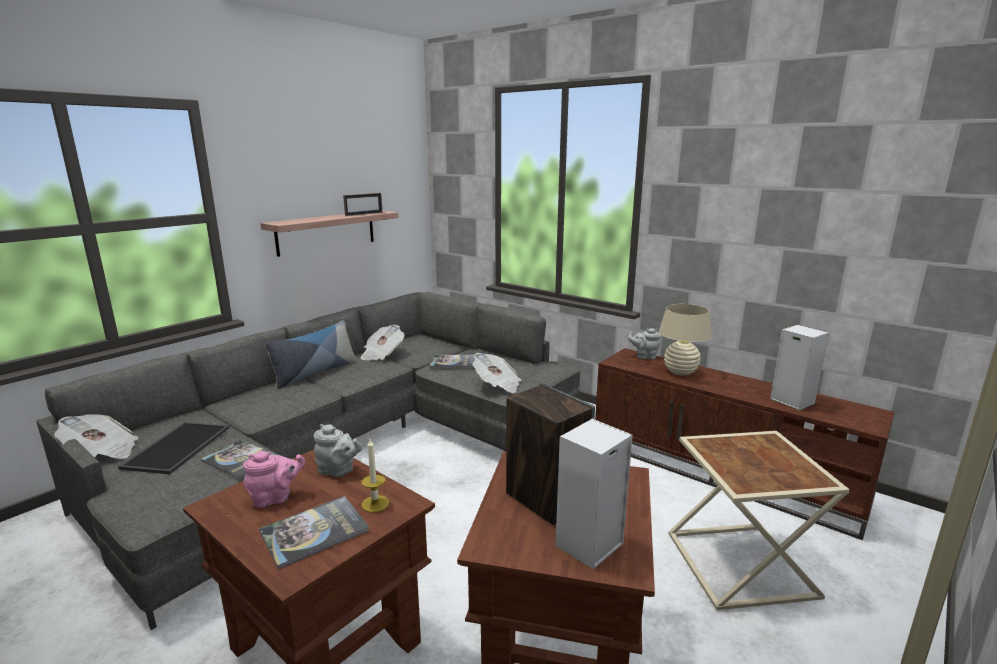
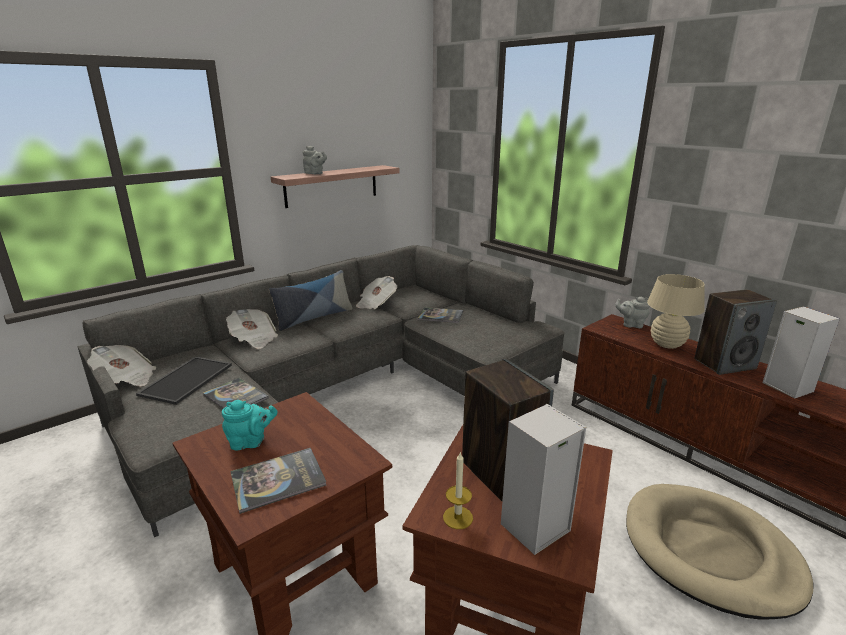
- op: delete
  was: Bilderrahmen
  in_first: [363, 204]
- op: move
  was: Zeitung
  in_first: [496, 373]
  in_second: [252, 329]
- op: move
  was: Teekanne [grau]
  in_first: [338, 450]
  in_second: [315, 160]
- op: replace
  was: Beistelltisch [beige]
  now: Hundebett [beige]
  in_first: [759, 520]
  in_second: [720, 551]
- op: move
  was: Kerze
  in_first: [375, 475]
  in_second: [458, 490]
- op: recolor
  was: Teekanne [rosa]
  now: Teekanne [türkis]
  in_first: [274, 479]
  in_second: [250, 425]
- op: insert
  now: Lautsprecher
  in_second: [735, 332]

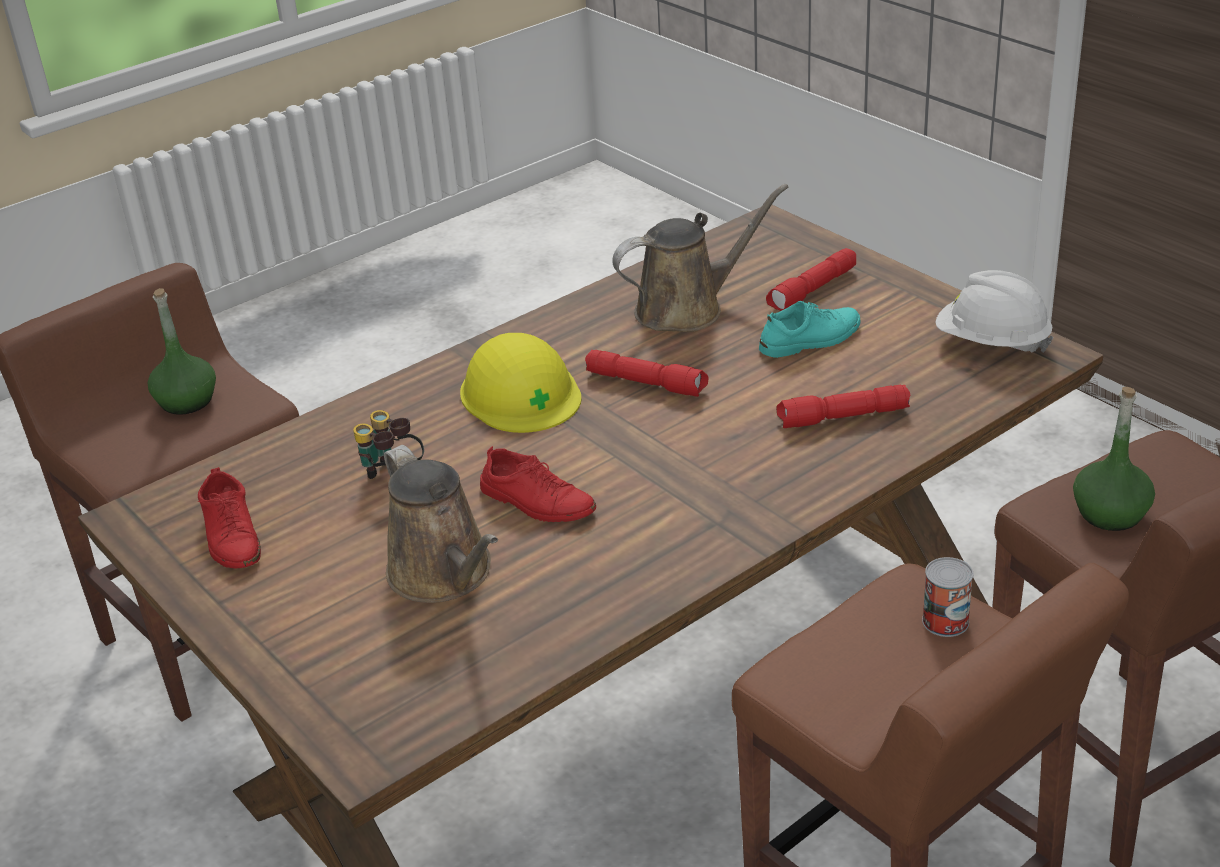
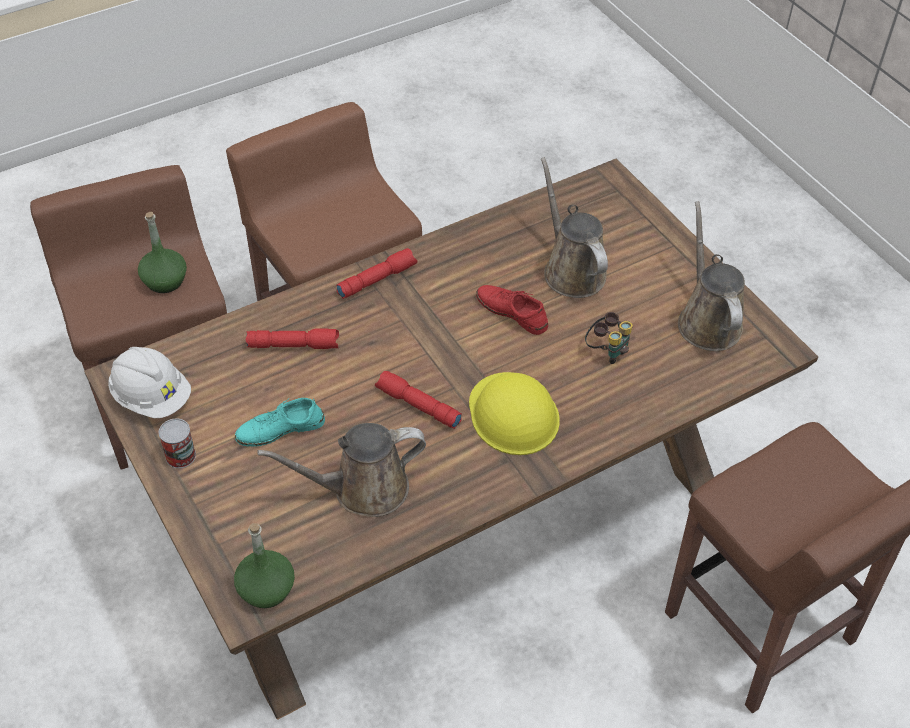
- op: move
  was: Taschenlampe [rot]
  in_first: [811, 279]
  in_second: [376, 273]
- op: move
  was: Flasche [grün]
  in_first: [182, 351]
  in_second: [264, 565]
- op: replace
  was: Schuh [rot]
  now: Gießkanne [braun]
  in_first: [229, 517]
  in_second: [711, 276]
- op: move
  was: Dose
  in_first: [947, 597]
  in_second: [177, 443]

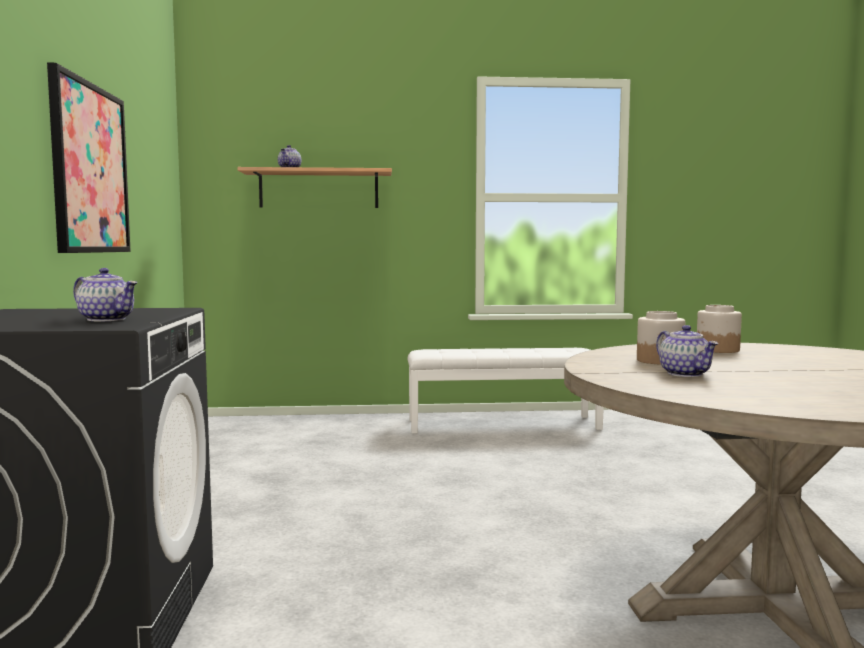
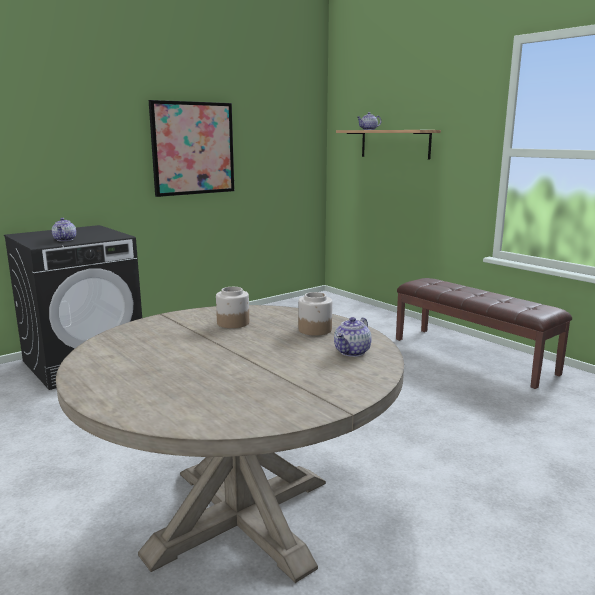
- op: move
  was: Teekanne
  in_first: [687, 351]
  in_second: [352, 337]
- op: recolor
  was: Bank [weiß]
  now: Bank [braun]
  in_first: [506, 391]
  in_second: [484, 333]

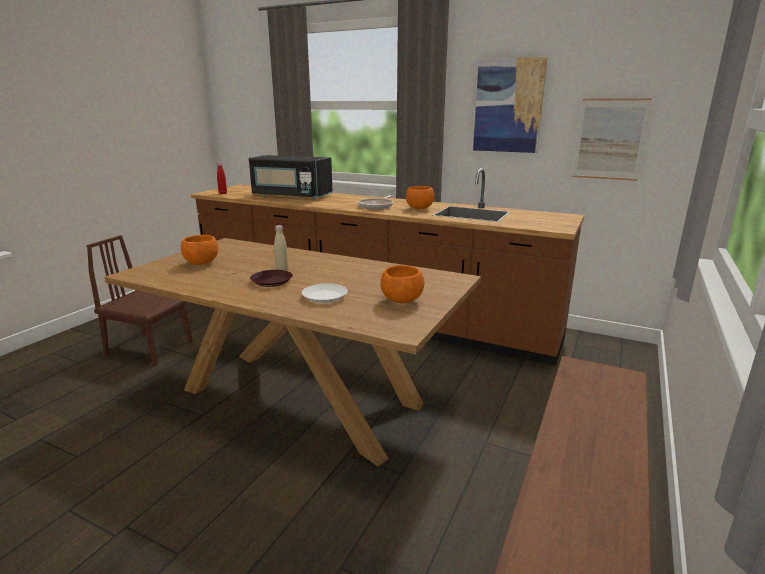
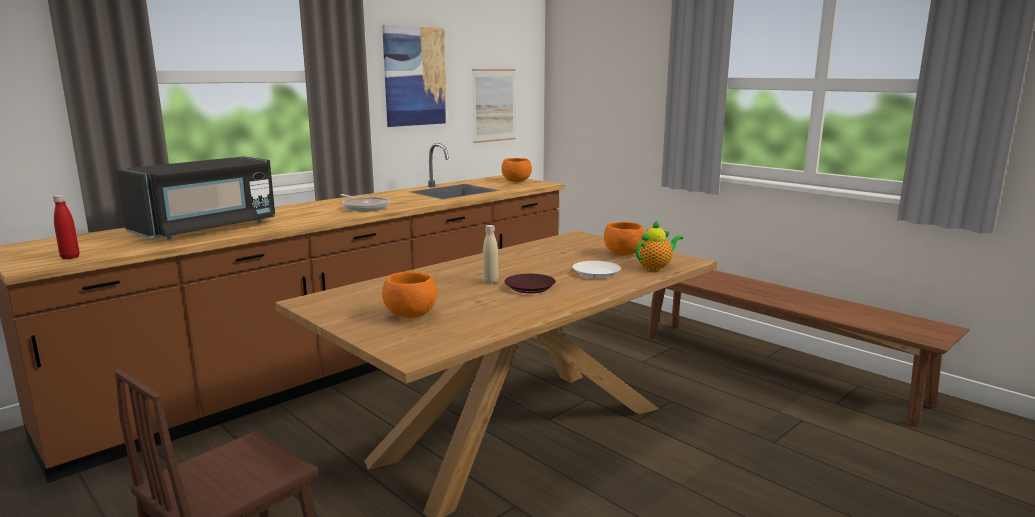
- op: move
  was: Schüssel [orange]
  in_first: [420, 197]
  in_second: [516, 170]
- op: insert
  now: Teekanne
  in_second: [659, 245]

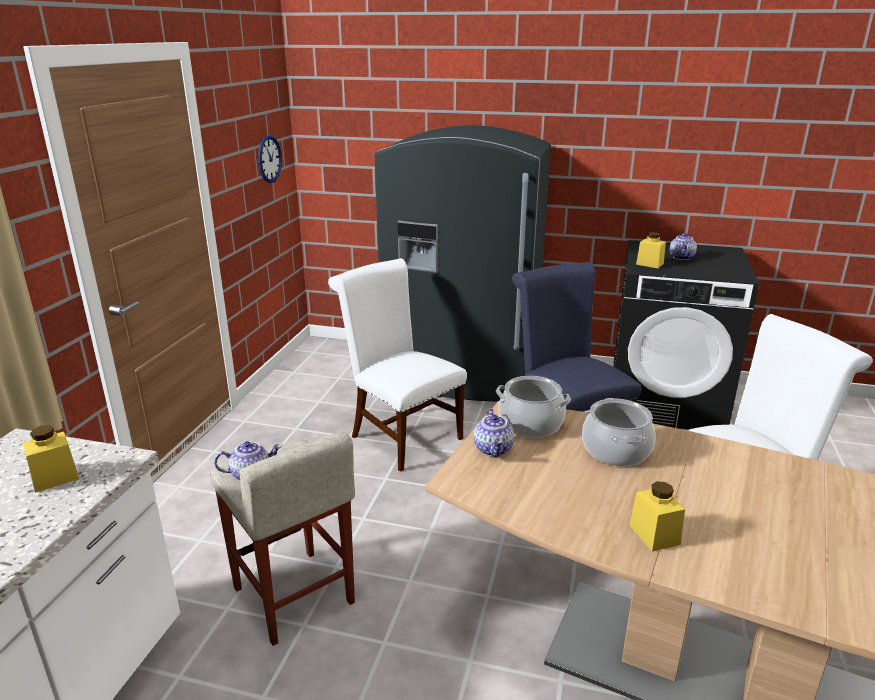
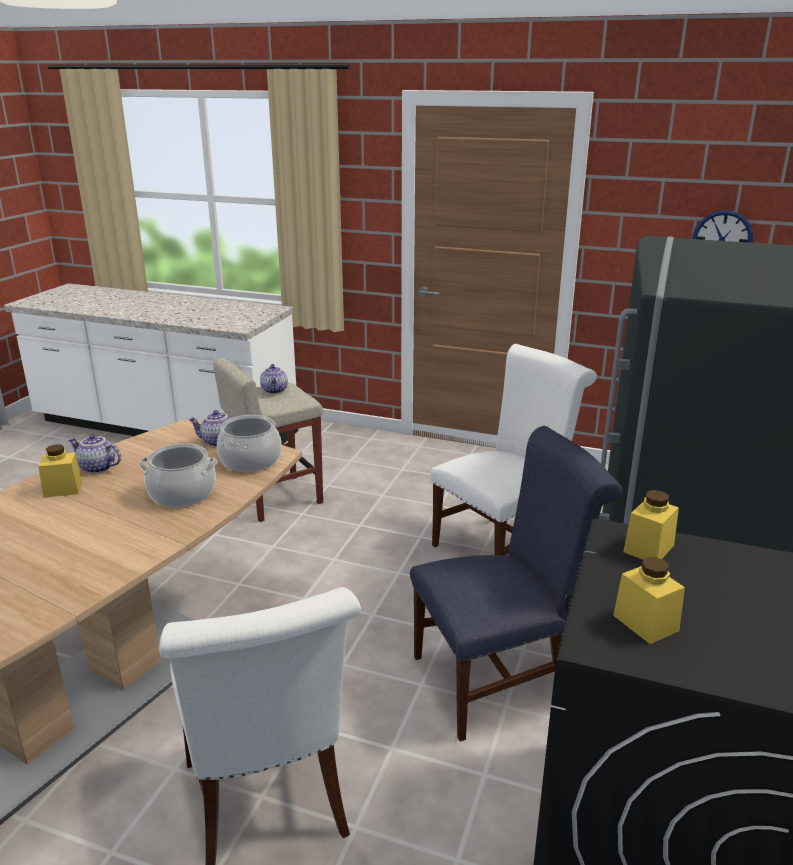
- op: move
  was: Teekanne
  in_first: [683, 246]
  in_second: [94, 454]
- op: move
  was: Vorratsglas [gelb]
  in_first: [51, 459]
  in_second: [649, 600]

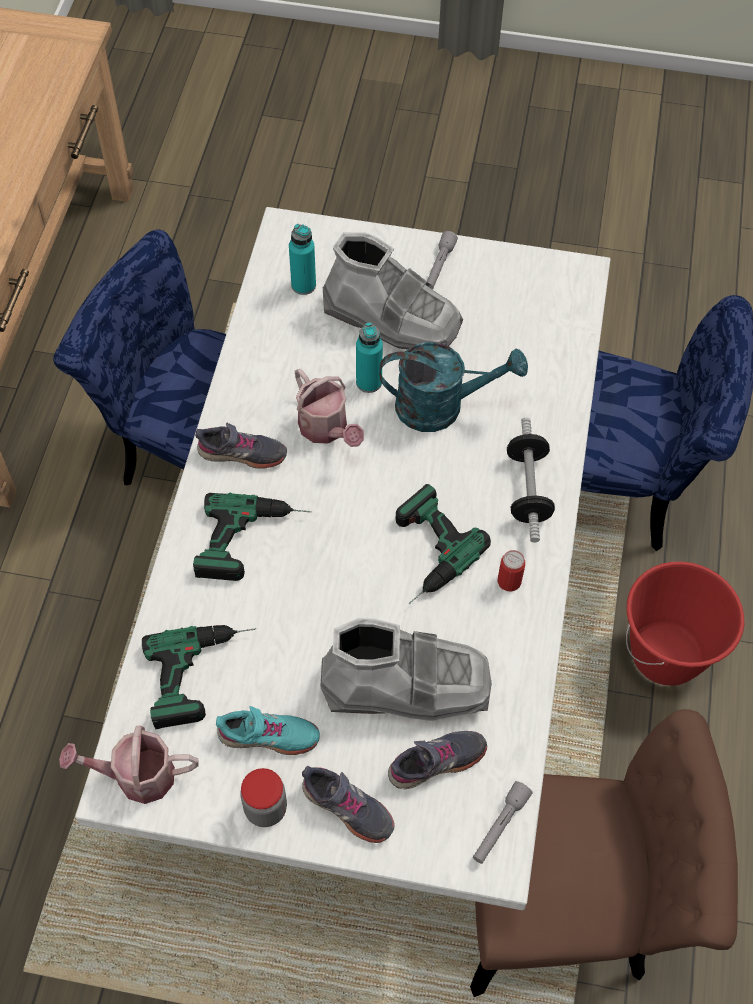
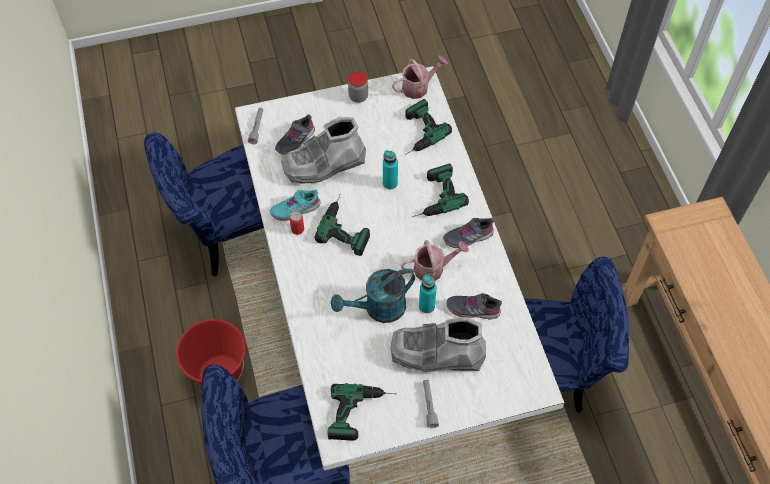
- op: move
  was: Flasche [türkis]
  in_first: [302, 259]
  in_second: [390, 169]
- op: rotate
  was: Gießkanne
  in_first: [329, 408]
  in_second: [435, 260]
  clockwise: 135
- op: delete
  was: Hantel
  in_first: [531, 480]
- op: move
  was: Schuh [türkis]
  in_first: [268, 730]
  in_second: [295, 205]
- op: recolor
  was: Stuhl [braun]
  now: Stuhl [blau]
  in_first: [604, 853]
  in_second: [204, 204]
- op: move
  was: Schuh [grau]
  in_first: [348, 804]
  in_second: [474, 306]
- op: insert
  now: Bohrmaschine
  in_second: [361, 412]

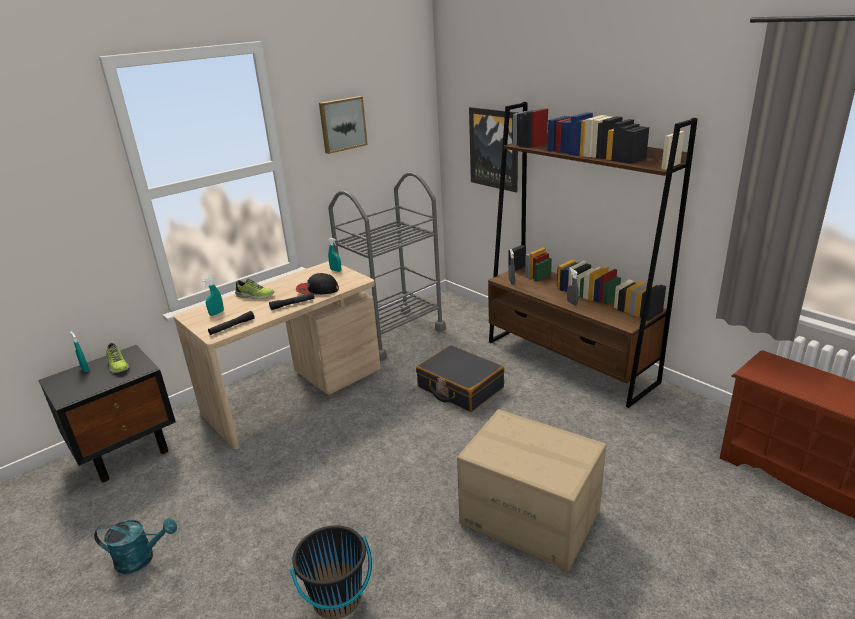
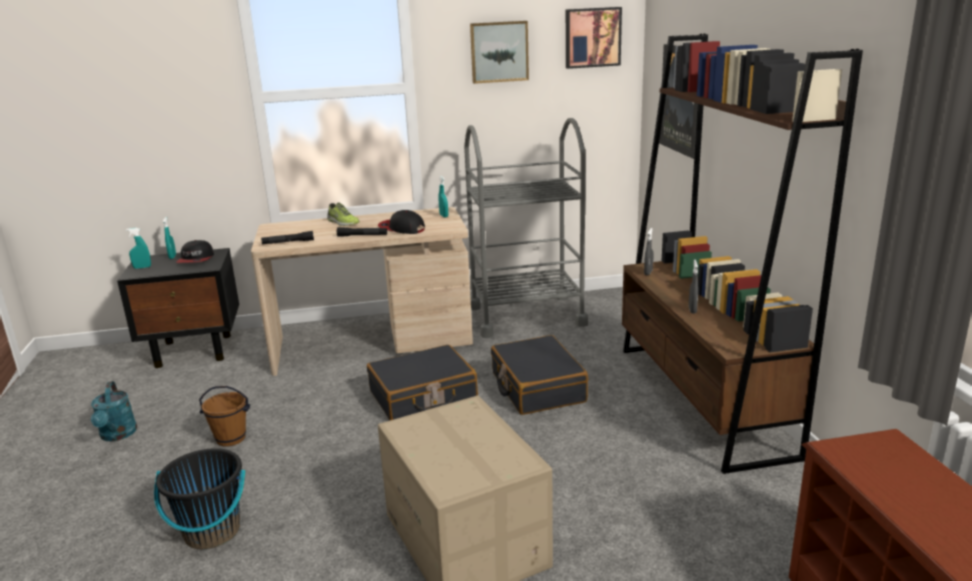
- op: move
  was: Sprühflasche [türkis]
  in_first: [213, 296]
  in_second: [138, 248]
- op: replace
  was: Schuh
  now: Kappe
  in_first: [117, 358]
  in_second: [195, 251]
- op: rotate
  was: Gießkanne [türkis]
  in_first: [135, 546]
  in_second: [114, 411]
  clockwise: 45
- op: insert
  now: Bild
  in_second: [594, 38]
- op: insert
  now: Koffer [schwarz]
  in_second: [422, 382]
- op: insert
  now: Eimer [braun]
  in_second: [224, 416]

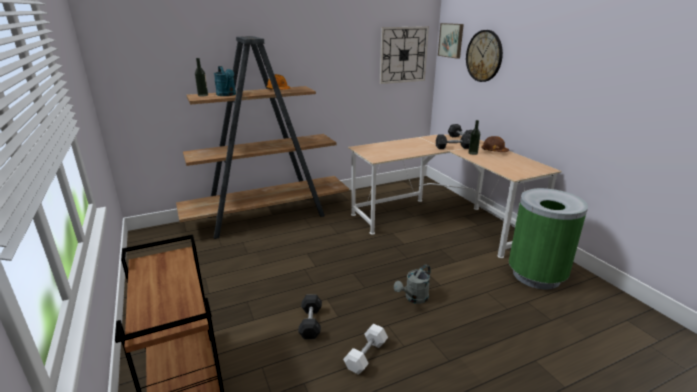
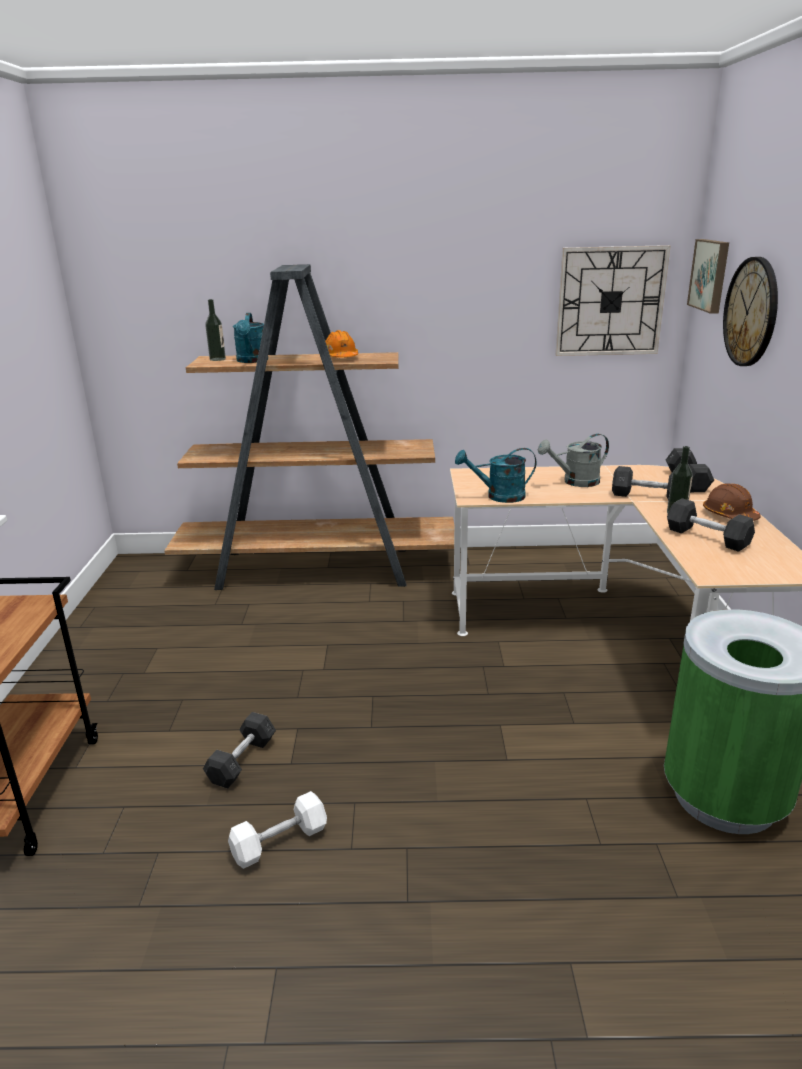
- op: move
  was: Gießkanne [grau]
  in_first: [412, 284]
  in_second: [573, 460]
- op: insert
  now: Gießkanne [türkis]
  in_second: [495, 475]
- op: insert
  now: Hantel [grau]
  in_second: [711, 525]

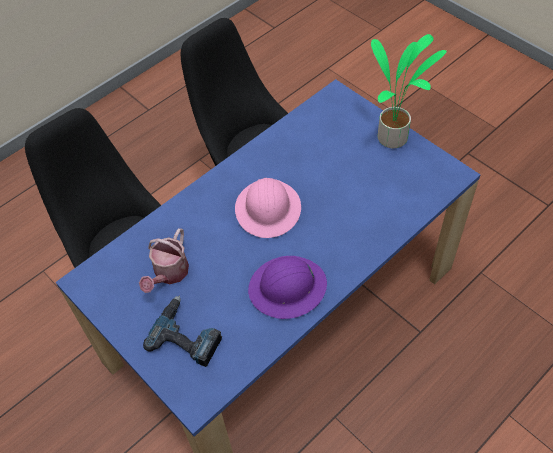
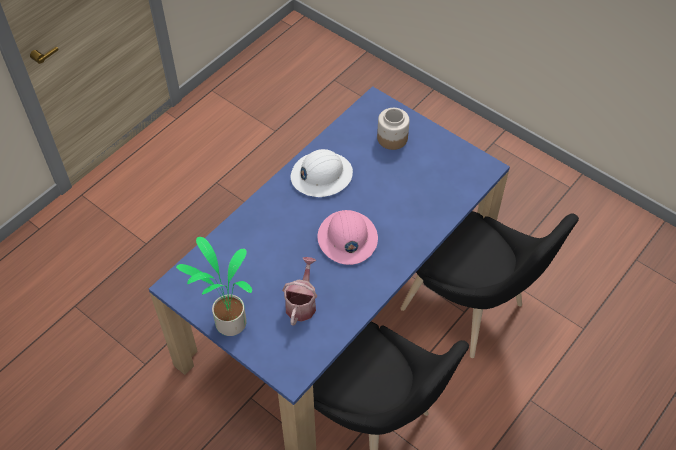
- op: move
  was: Gießkanne
  in_first: [164, 261]
  in_second: [299, 291]
- op: recolor
  was: Schutzhelm [lila]
  now: Schutzhelm [weiß]
  in_first: [287, 287]
  in_second: [322, 173]
- op: replace
  was: Bohrmaschine
  now: Vorratsglas
  in_first: [182, 331]
  in_second: [393, 129]

